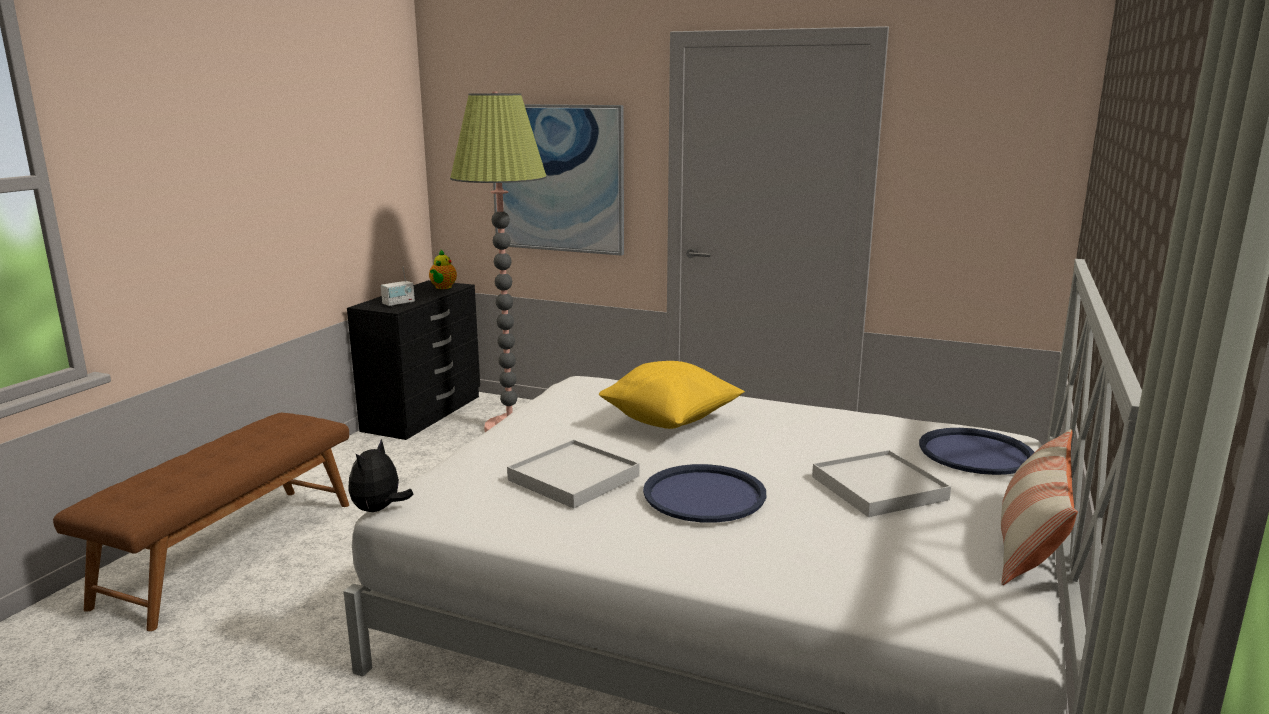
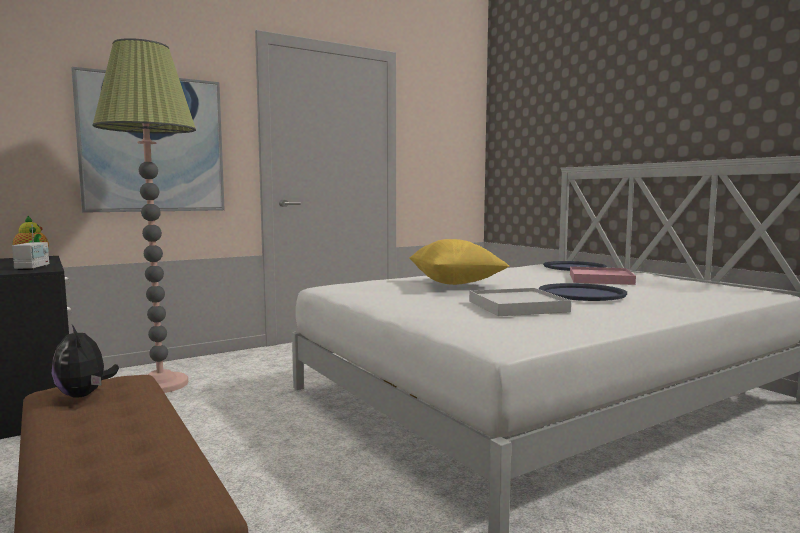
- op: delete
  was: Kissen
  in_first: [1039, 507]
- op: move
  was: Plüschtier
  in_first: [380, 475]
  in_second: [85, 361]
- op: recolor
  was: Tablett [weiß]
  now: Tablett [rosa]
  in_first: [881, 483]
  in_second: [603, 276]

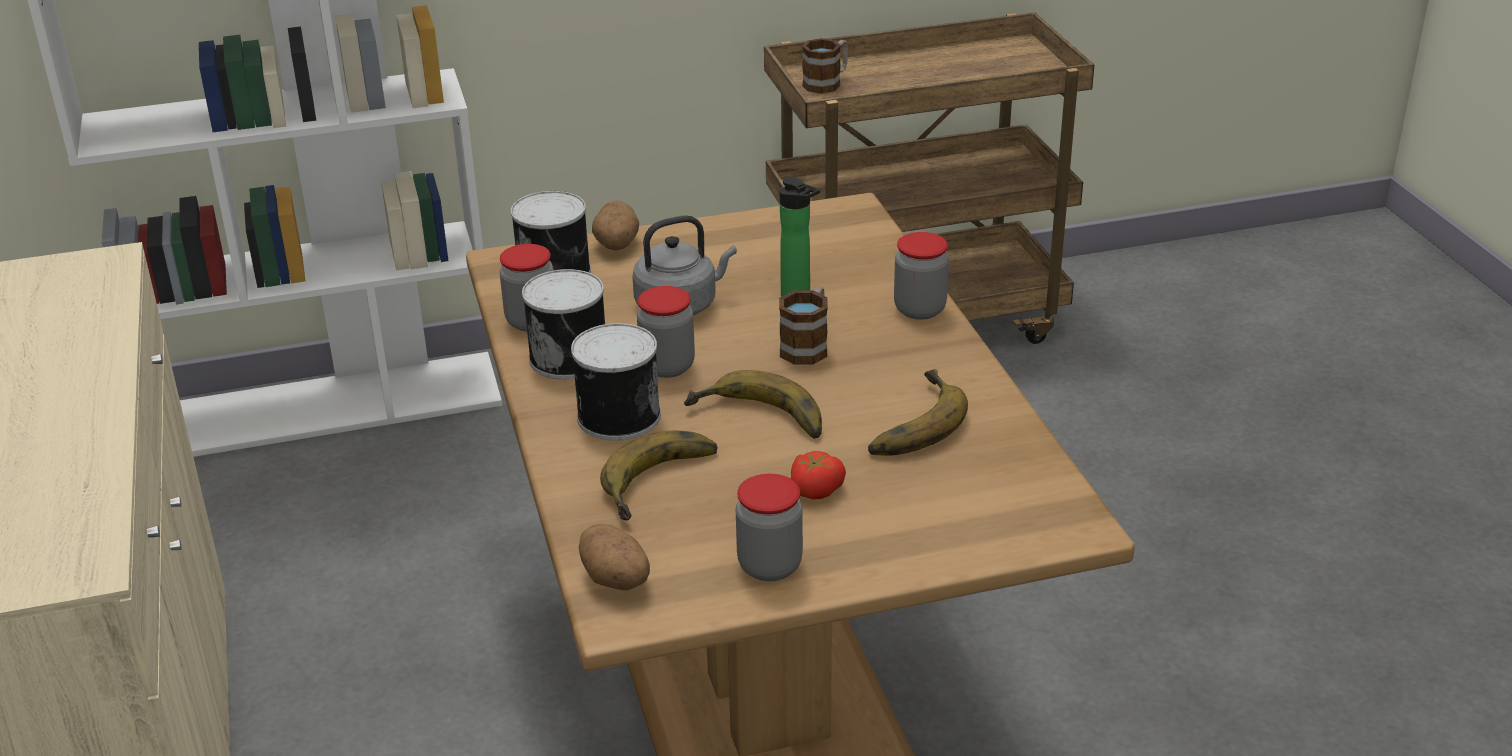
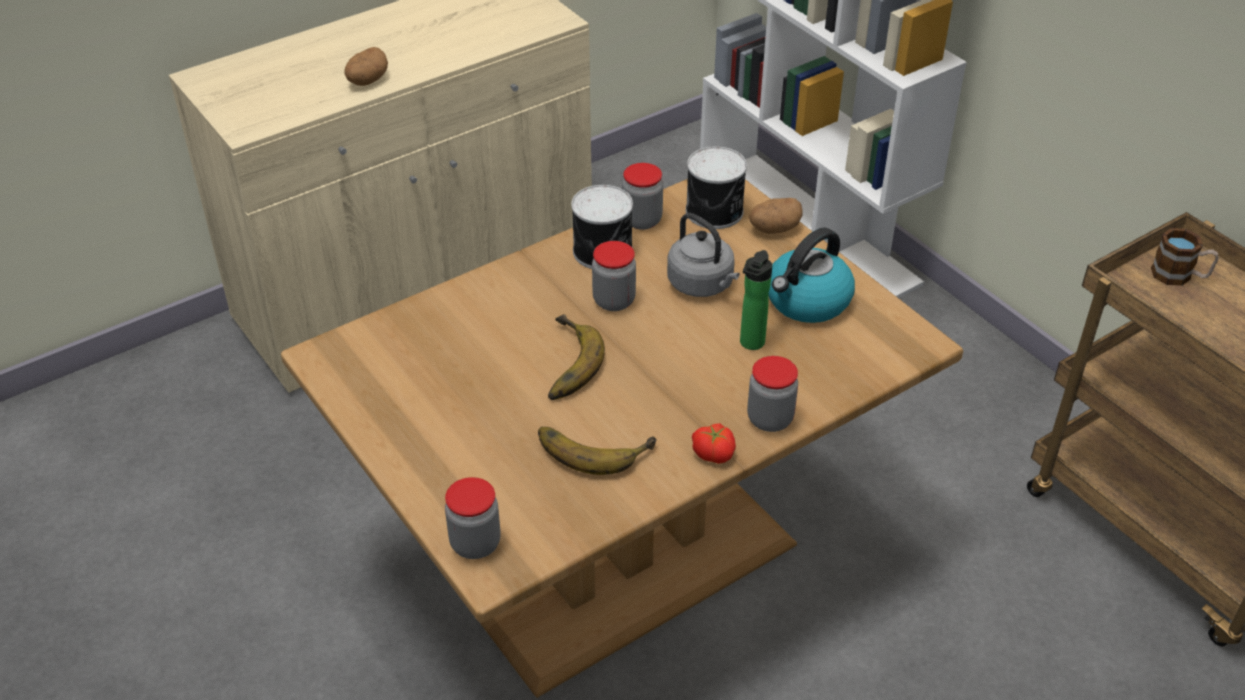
- op: delete
  was: Henkelbecher
  in_first: [803, 325]
- op: delete
  was: Dose
  in_first: [616, 382]
- op: delete
  was: Banane
  in_first: [659, 475]
- op: move
  was: Tomate
  in_first: [818, 475]
  in_second: [714, 444]
- op: move
  was: Vorratsglas
  in_first: [769, 527]
  in_second: [473, 518]
- op: move
  was: Kartoffel
  in_first: [614, 557]
  in_second: [366, 66]
- op: insert
  now: Wasserkessel
  in_second: [811, 275]

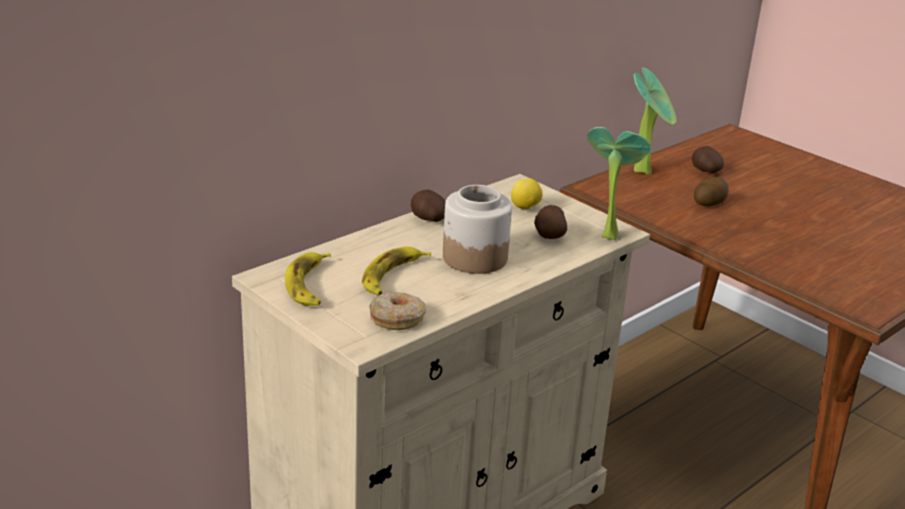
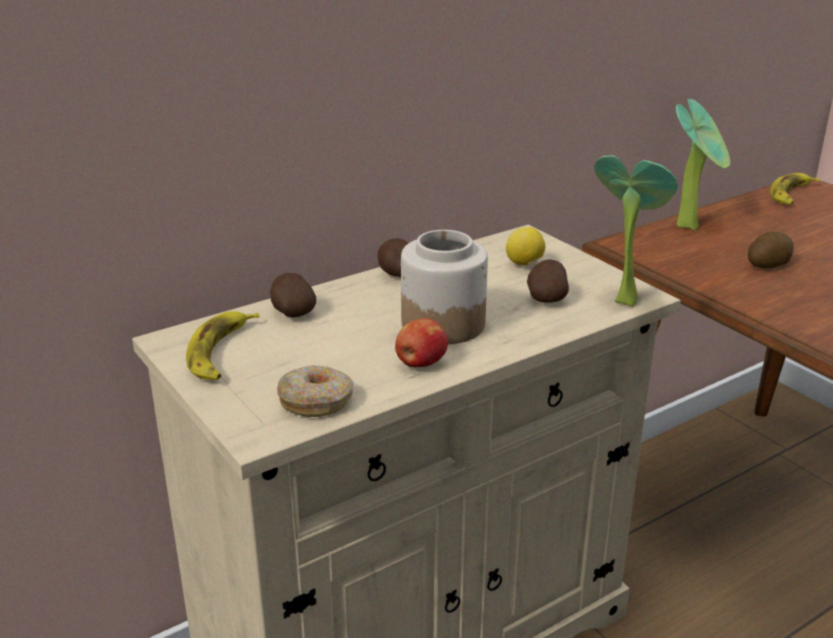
- op: move
  was: Kartoffel
  in_first: [708, 159]
  in_second: [293, 295]
- op: move
  was: Banane
  in_first: [396, 271]
  in_second: [795, 189]
- op: insert
  now: Apfel
  in_second: [421, 342]

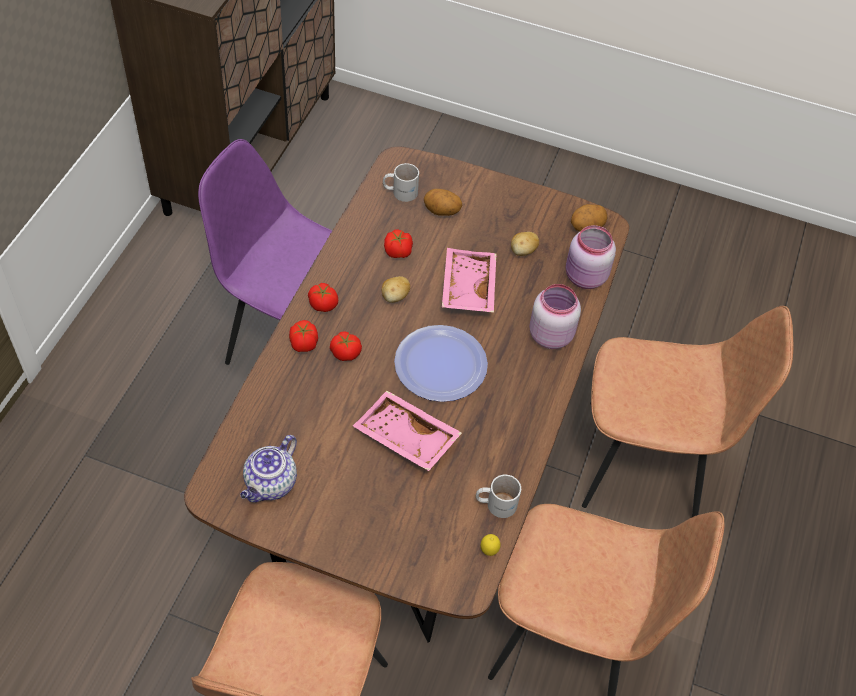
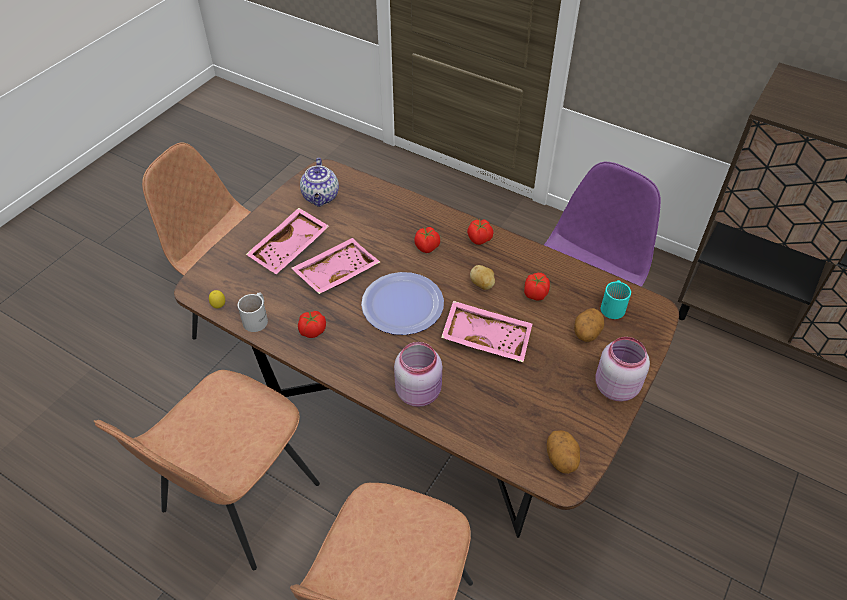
- op: recolor
  was: Henkelbecher [weiß]
  now: Henkelbecher [türkis]
  in_first: [401, 182]
  in_second: [616, 299]
- op: move
  was: Vorratsglas [rosa]
  in_first: [591, 257]
  in_second: [622, 369]
- op: delete
  was: Kartoffel
  in_first: [525, 244]
- op: move
  was: Tomate
  in_first: [303, 336]
  in_second: [312, 324]
- op: rotate
  was: Teekanne
  in_first: [268, 469]
  in_second: [319, 182]
  clockwise: -135
- op: insert
  now: Tablett [rosa]
  in_second: [287, 241]

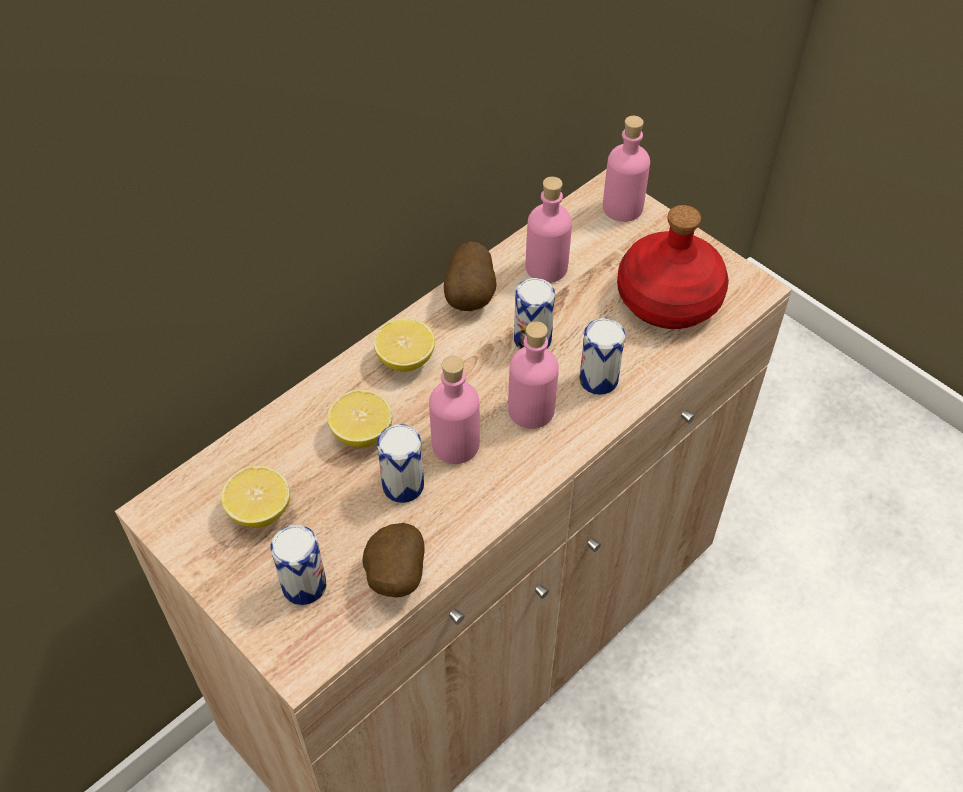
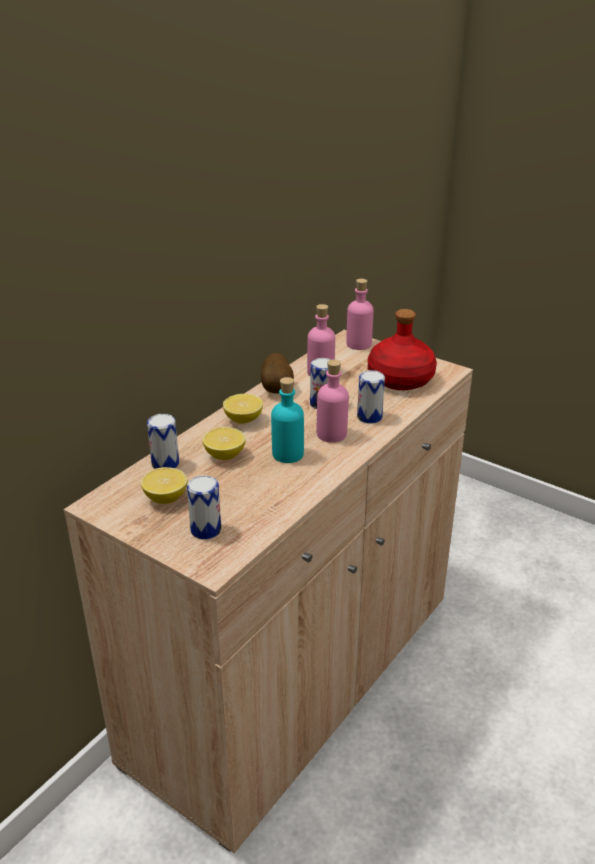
- op: recolor
  was: Flasche [rosa]
  now: Flasche [türkis]
  in_first: [454, 410]
  in_second: [287, 420]
- op: move
  was: Dose
  in_first: [400, 463]
  in_second: [163, 441]
- op: delete
  was: Kartoffel
  in_first: [393, 560]

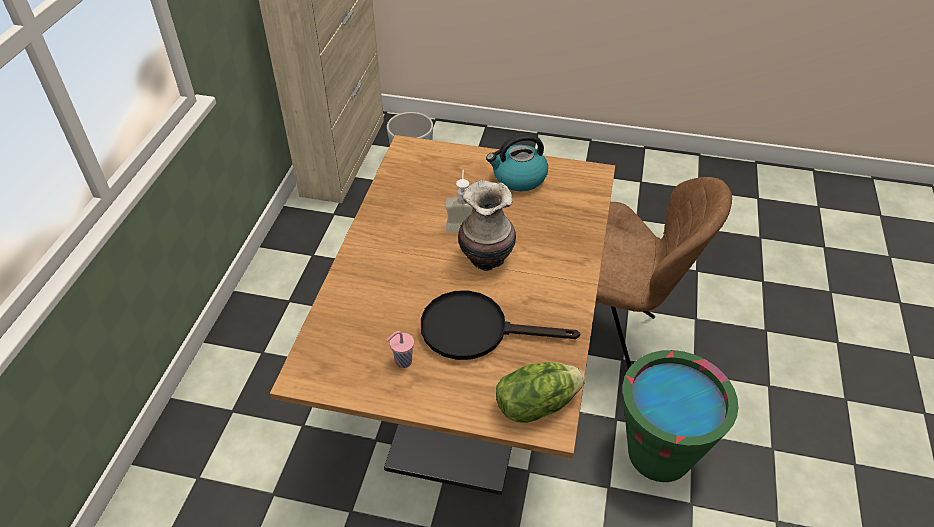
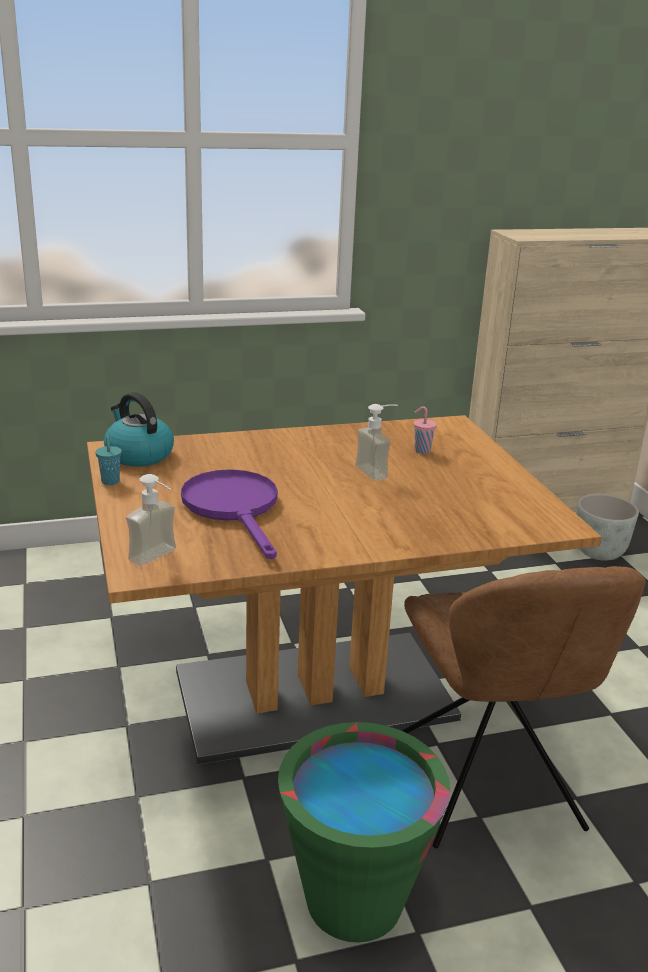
- op: move
  was: Wasserkessel
  in_first: [517, 162]
  in_second: [139, 429]
- op: delete
  was: Vase
  in_first: [487, 225]
- op: recolor
  was: Pfanne [schwarz]
  now: Pfanne [lila]
  in_first: [501, 325]
  in_second: [229, 514]
- op: move
  was: Tasse [rosa]
  in_first: [400, 349]
  in_second: [425, 430]
- op: replace
  was: Salatkopf
  now: Seifenspender
  in_first: [540, 392]
  in_second: [151, 520]
- op: insert
  now: Tasse [türkis]
  in_second: [108, 460]

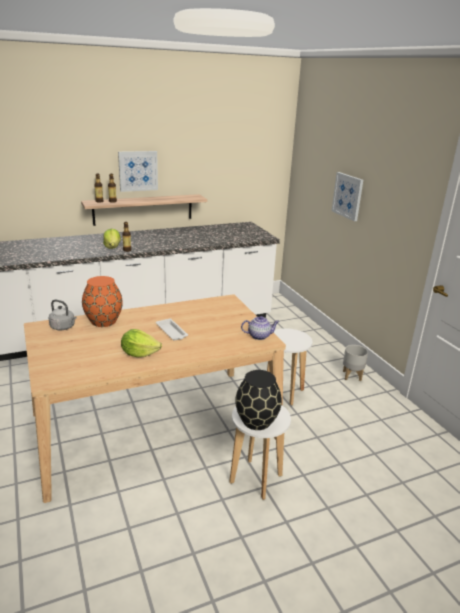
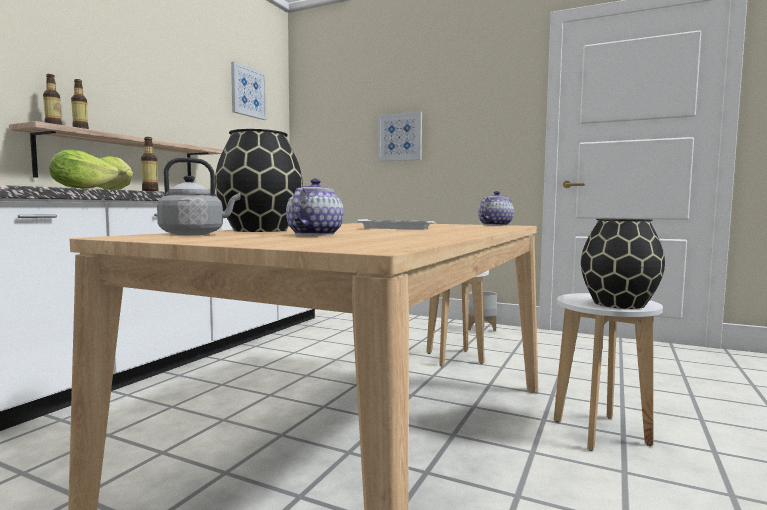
- op: move
  was: Bild
  in_first: [138, 171]
  in_second: [249, 91]
- op: recolor
  was: Vase [orange]
  now: Vase [schwarz]
  in_first: [102, 301]
  in_second: [259, 180]
- op: move
  was: Salatkopf
  in_first: [141, 343]
  in_second: [84, 169]
- op: insert
  now: Teekanne
  in_second: [315, 207]

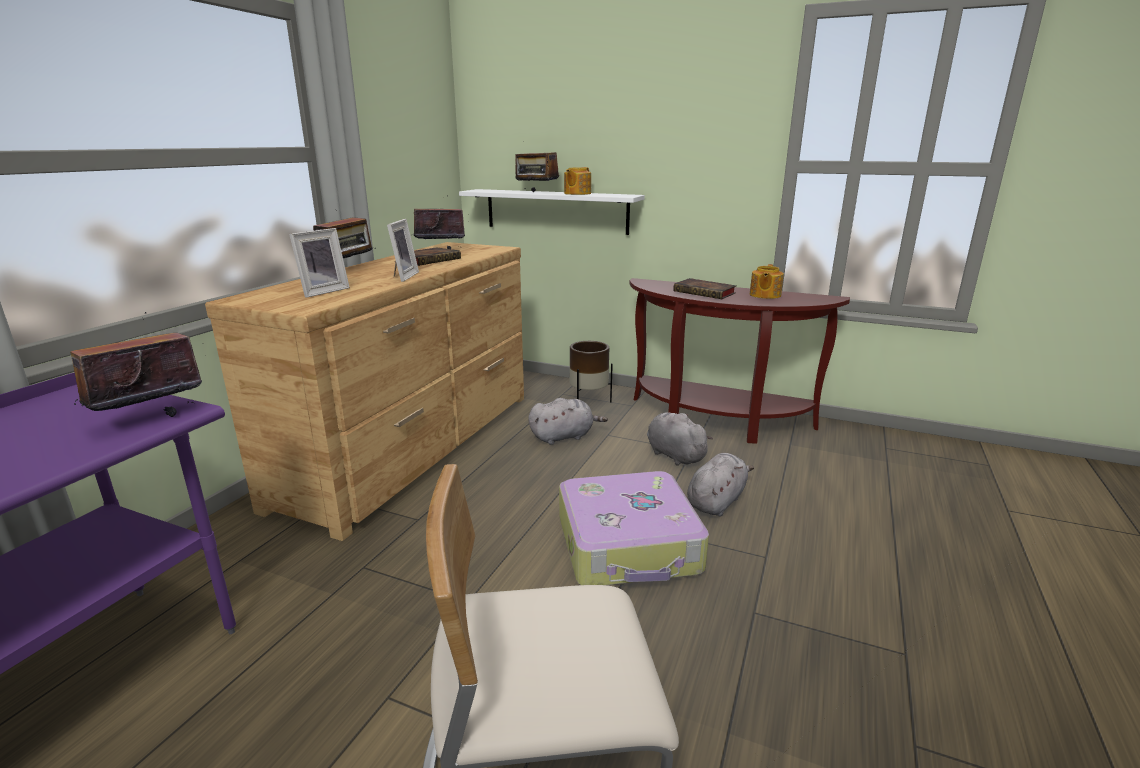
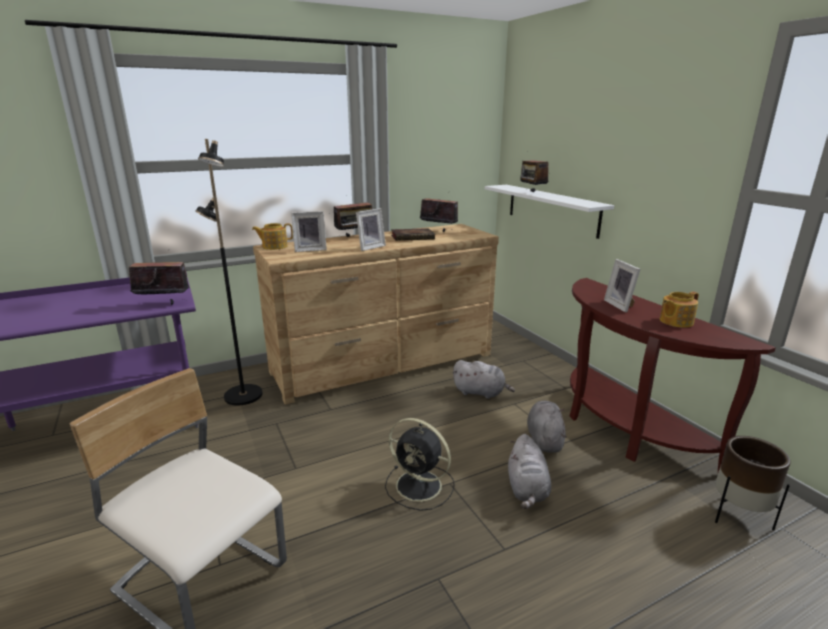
- op: move
  was: Teekanne
  in_first: [577, 181]
  in_second: [272, 236]
- op: replace
  was: Buch
  now: Bilderrahmen
  in_first: [705, 288]
  in_second: [622, 286]
- op: move
  was: Pflanzkübel [braun]
  in_first: [591, 371]
  in_second: [753, 483]
- op: rotate
  was: Plüschtier [grau]
  in_first: [720, 484]
  in_second: [529, 471]
  clockwise: 105
- op: replace
  was: Koffer
  now: Ventilator [schwarz]
  in_first: [634, 528]
  in_second: [420, 464]
- op: insert
  now: Stehlampe [schwarz]
  in_second: [229, 272]

